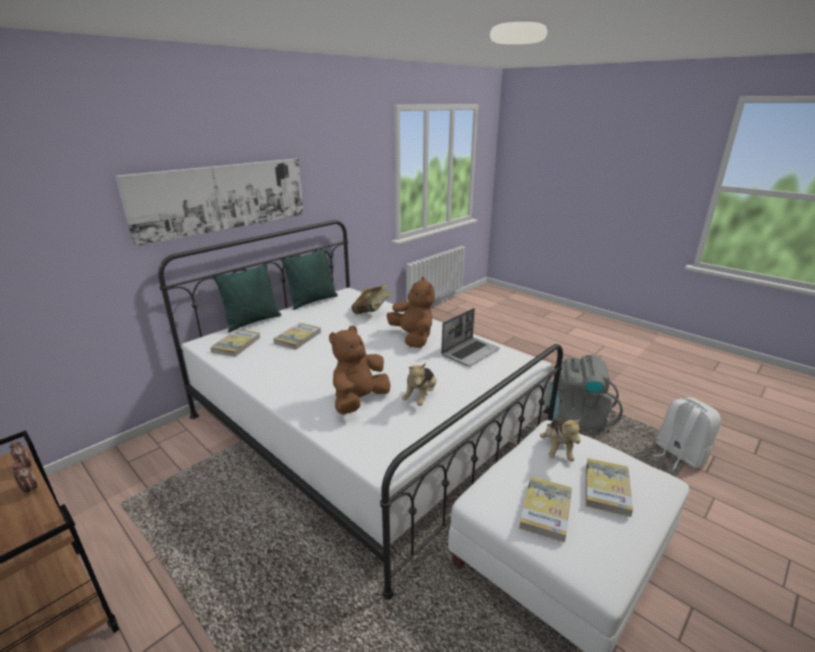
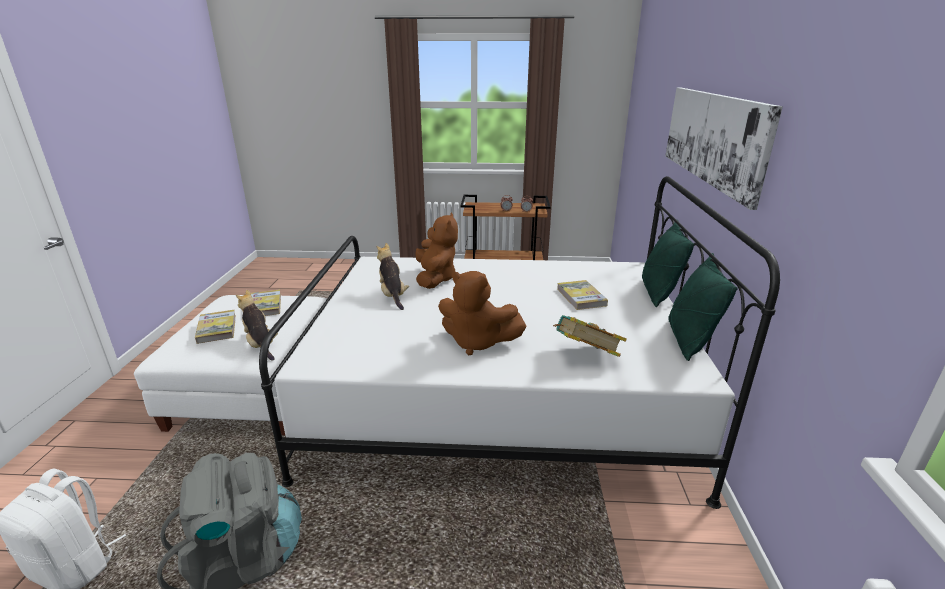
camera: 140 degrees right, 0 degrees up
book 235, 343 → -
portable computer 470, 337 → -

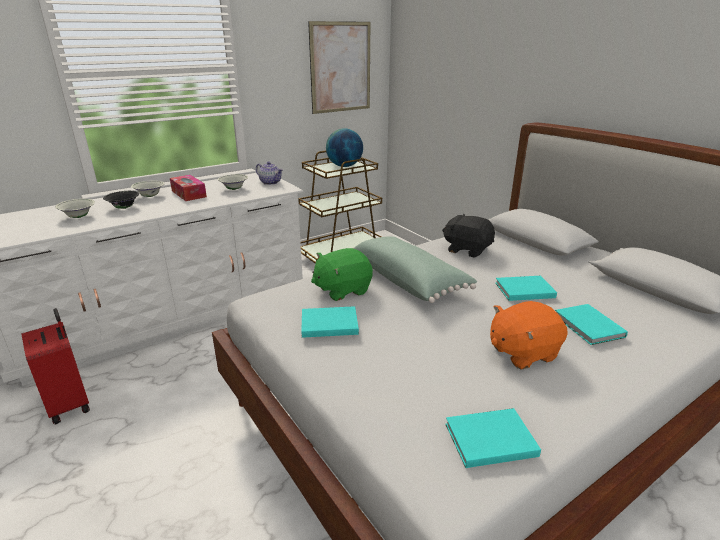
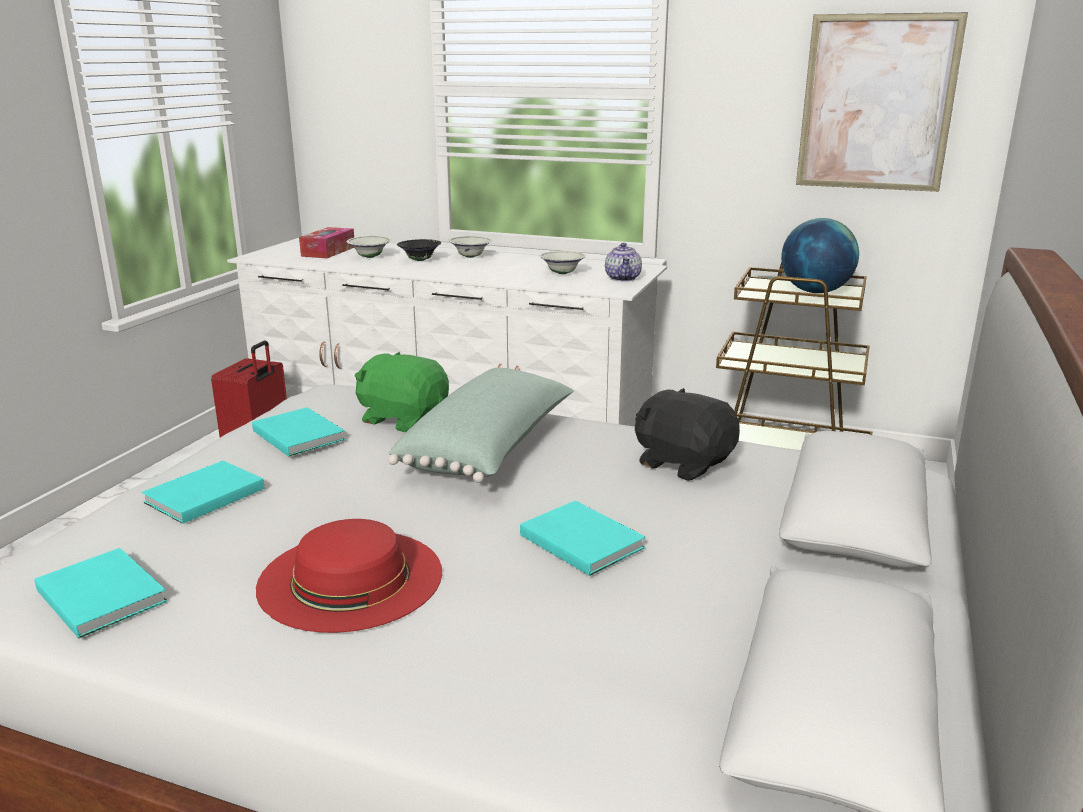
camera: 55 degrees right, 5 degrees down
book in turquoise-coloured 591, 324 → book in turquoise-coloured 203, 492, relocated
soft toy in orange-coloured 529, 335 → hat in reddish 349, 576
tissue holder 188, 188 → tissue holder 326, 242, relocated
soft toy in black-coloured 468, 236 → soft toy in black-coloured 687, 434, 45 degrees counterclockwise

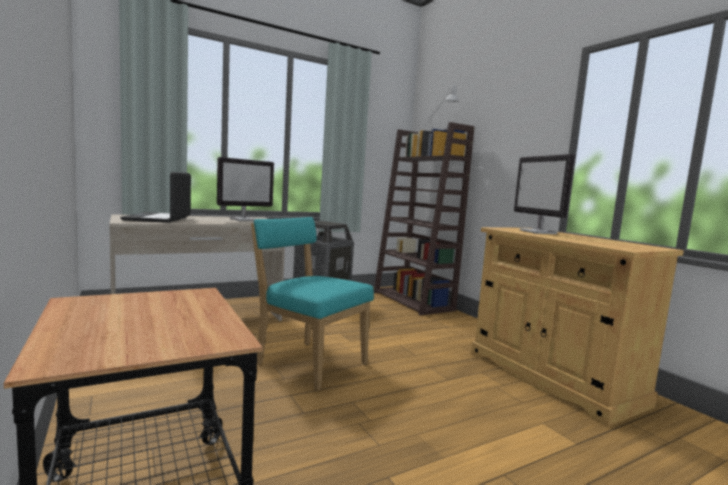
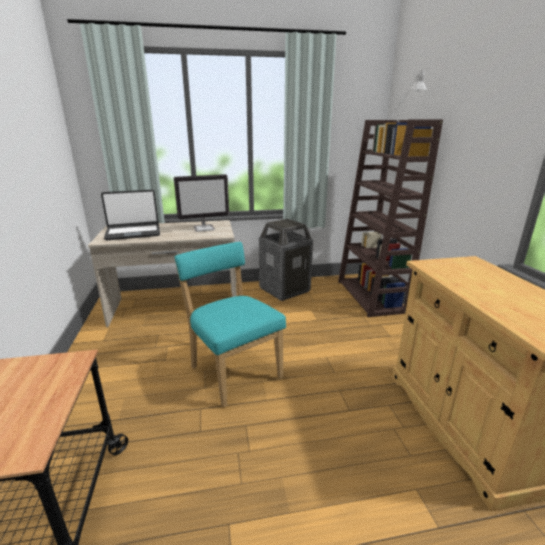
camera: 20 degrees right, 15 degrees up
portable computer 155, 197 → portable computer 130, 215, 120 degrees counterclockwise
computer screen 544, 194 → -

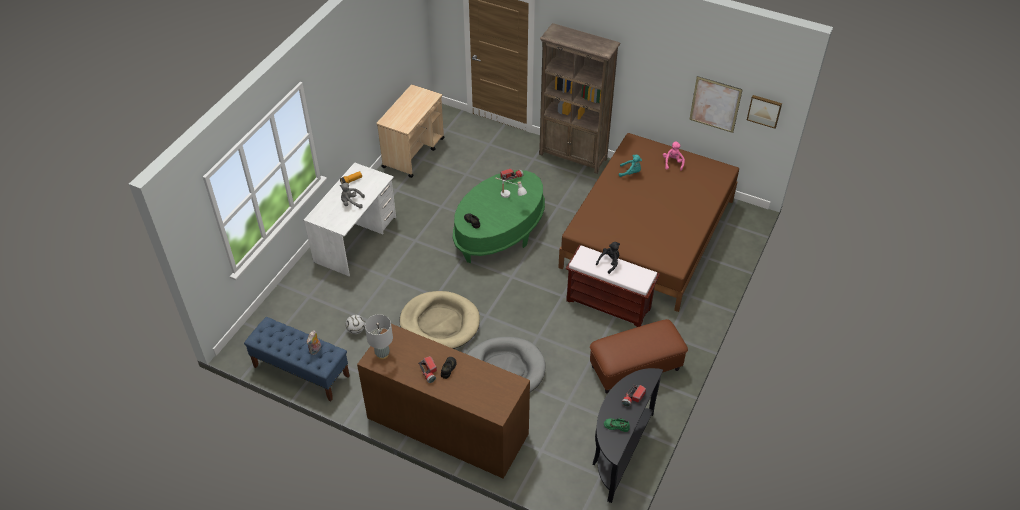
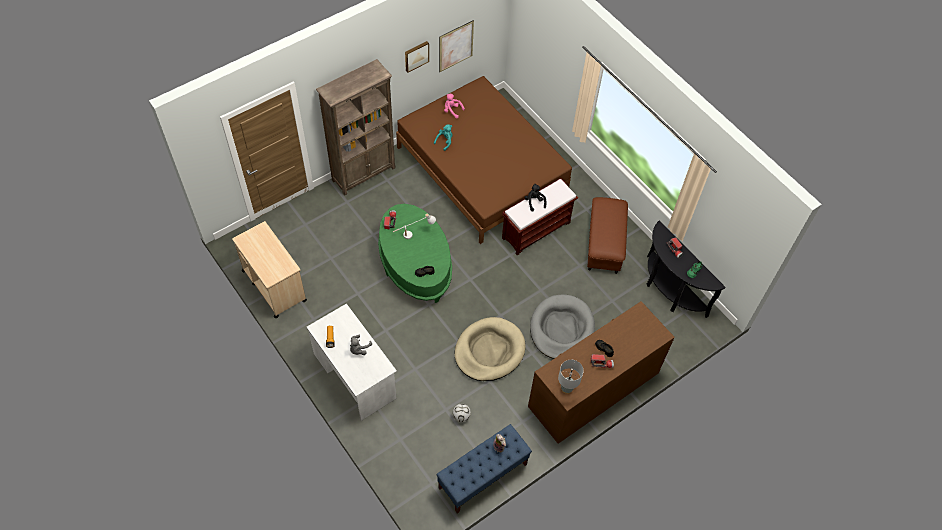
camera: 65 degrees left, 10 degrees up
wall art 764, 112 → wall art 417, 57, relocated

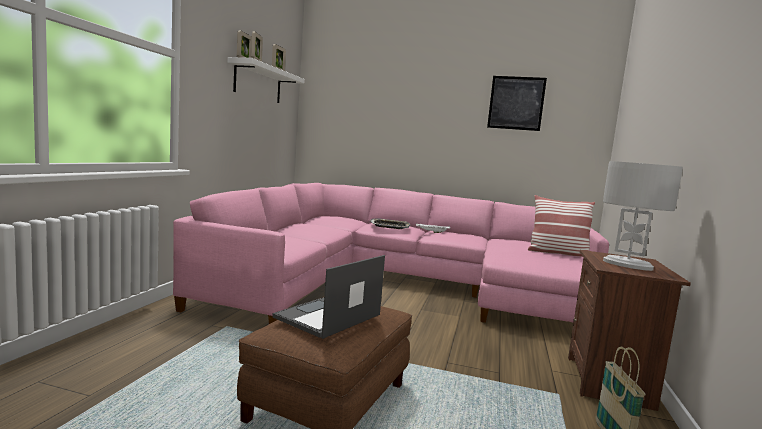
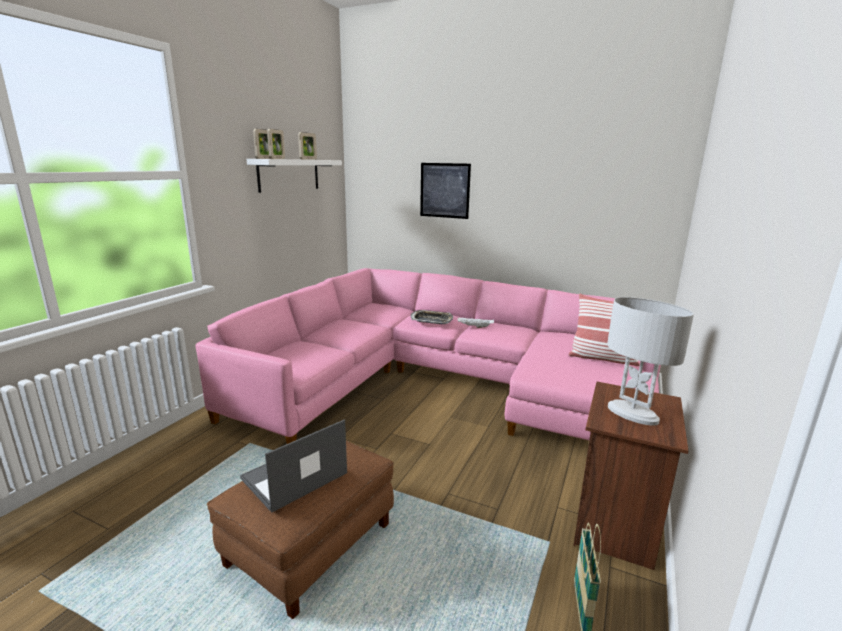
camera: 10 degrees right, 10 degrees up
wall art 517, 103 → wall art 445, 191, relocated

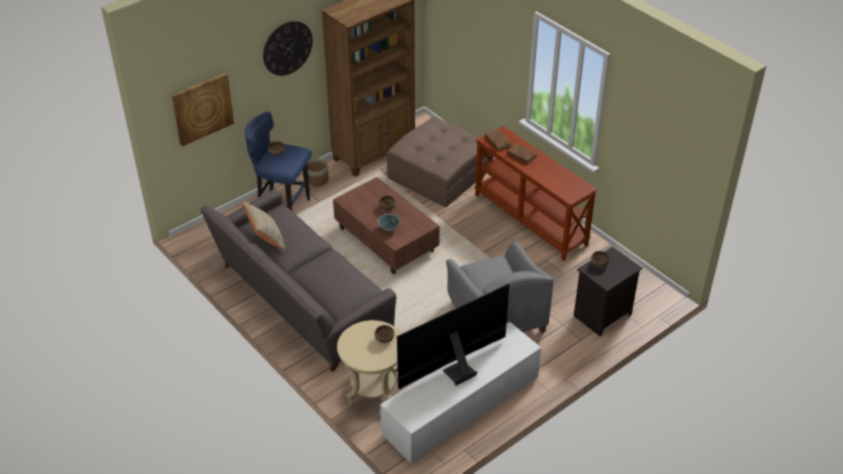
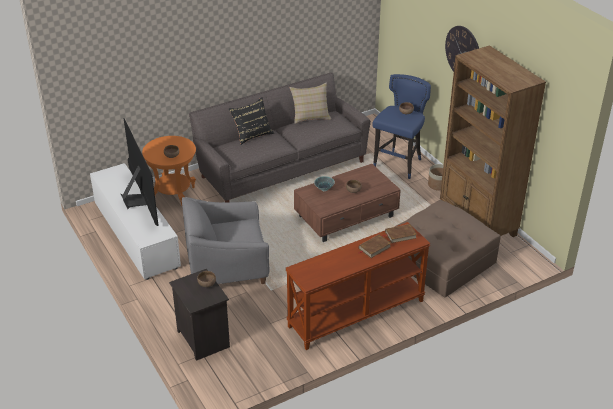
camera: 100 degrees right, 5 degrees down
accent table in beige-coloured 369, 363 → accent table in orange-coloured 169, 171
- → cushion in black-coloured 251, 121
wall art 203, 110 → -

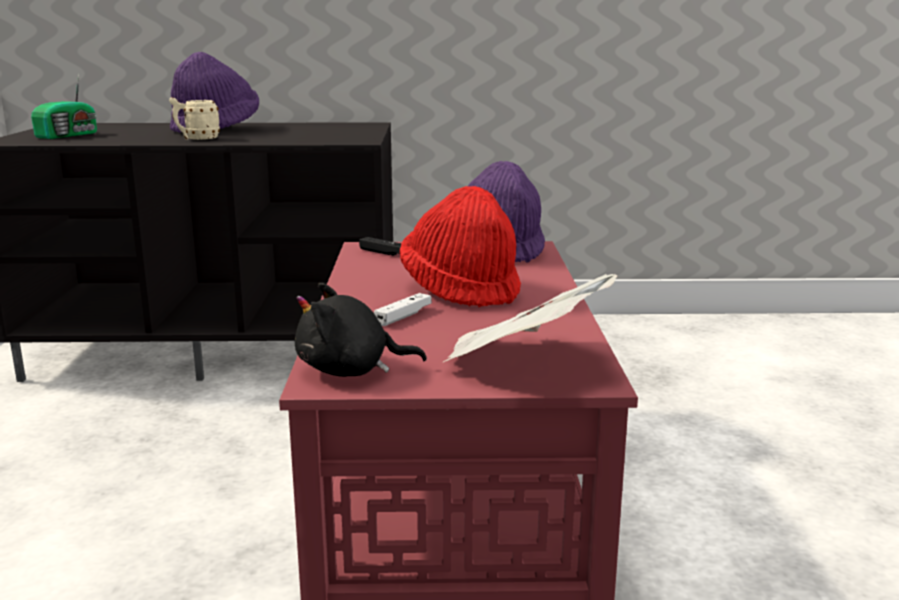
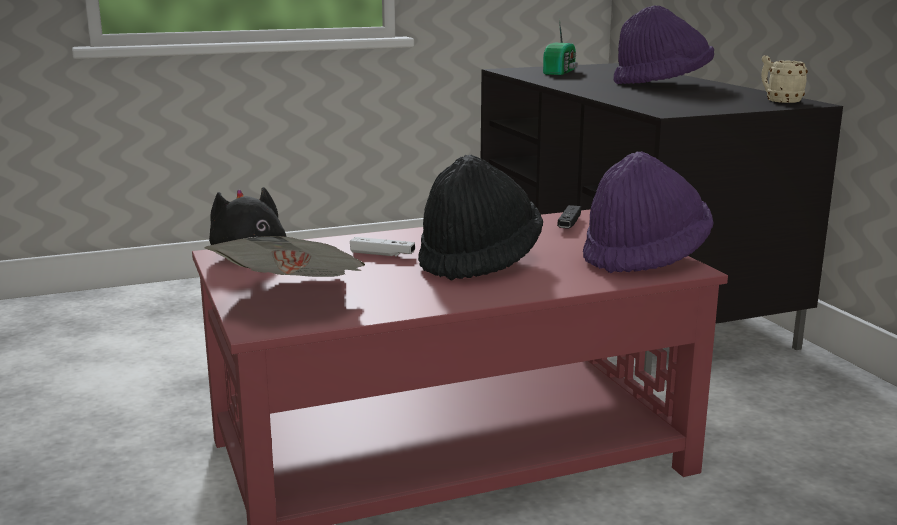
camera: 70 degrees right, 0 degrees up
hat in reddish 460, 246 → hat in black-coloured 480, 218
radio 64, 106 → radio 560, 46, 75 degrees counterclockwise
coffee mug in beige-coloured 194, 118 → coffee mug in beige-coloured 784, 79, relocated

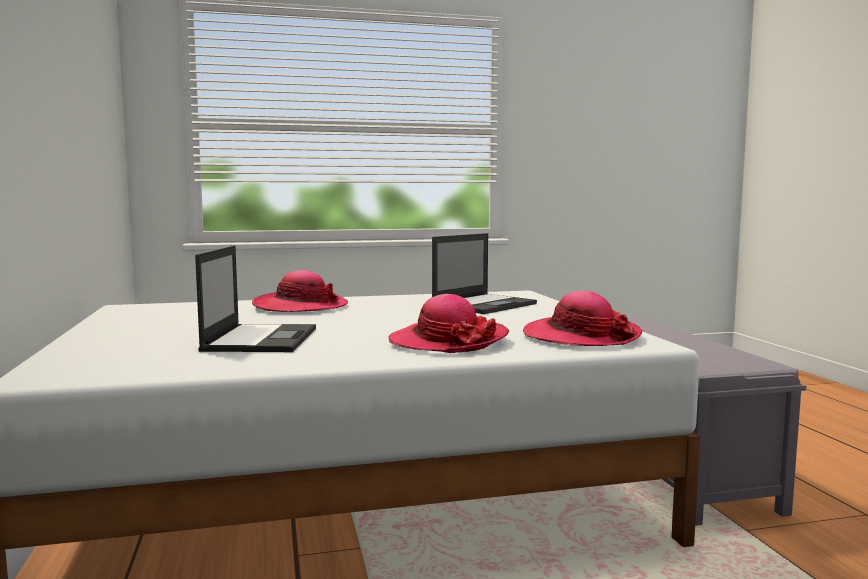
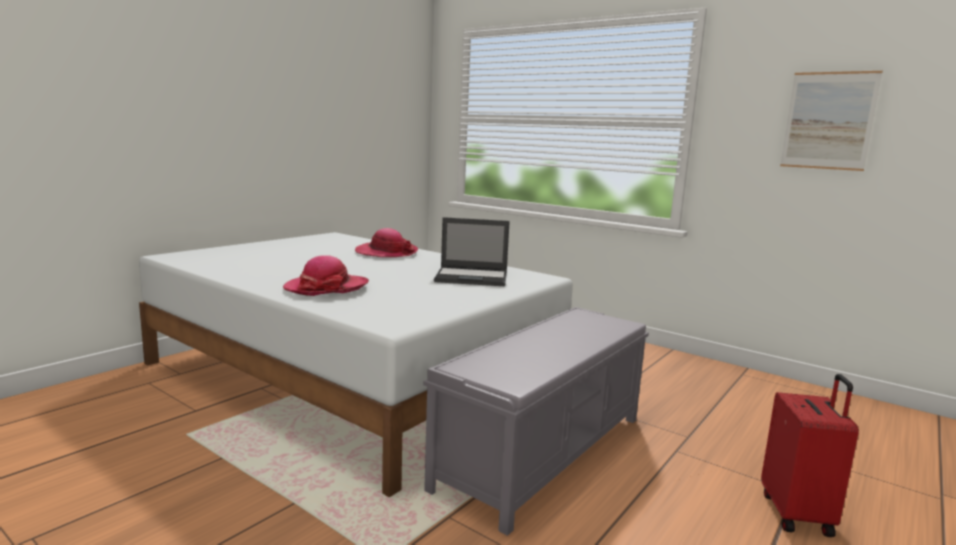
camera: 50 degrees right, 5 degrees up
- → suitcase in reddish 810, 455
- → wall art 831, 121
portable computer 255, 299 → -
hat 582, 318 → -

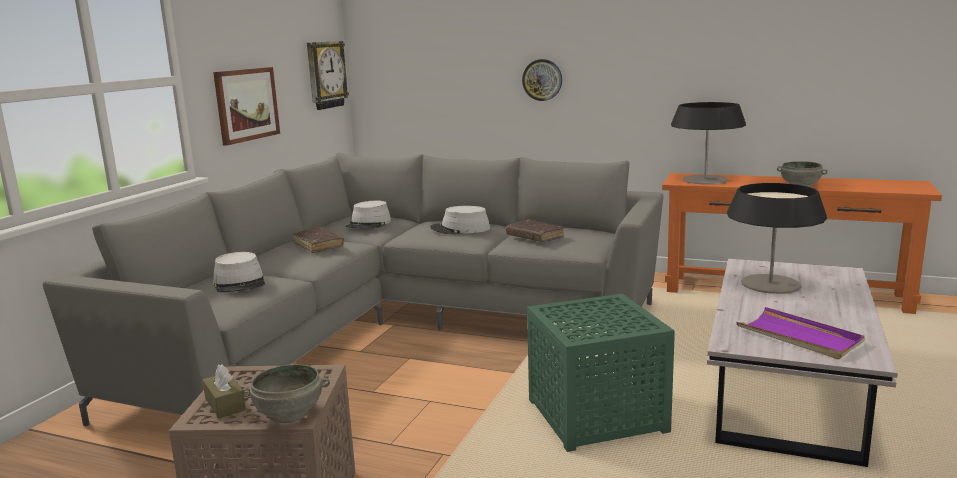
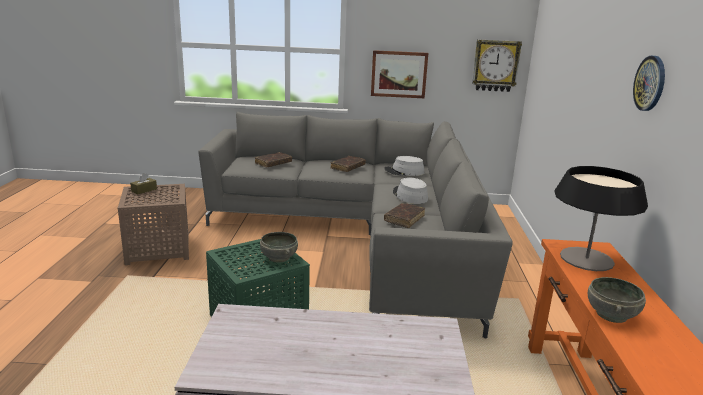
camera: 70 degrees right, 5 degrees up
hat in gray 239, 272 → book in brownish 273, 159
serving bowl in gray 286, 393 → serving bowl in gray 279, 247, relocated
hanging clock 542, 80 → hanging clock 649, 83, relocated
lamp for a table 777, 238 → -
carrying tray in purple-coloured 800, 333 → -

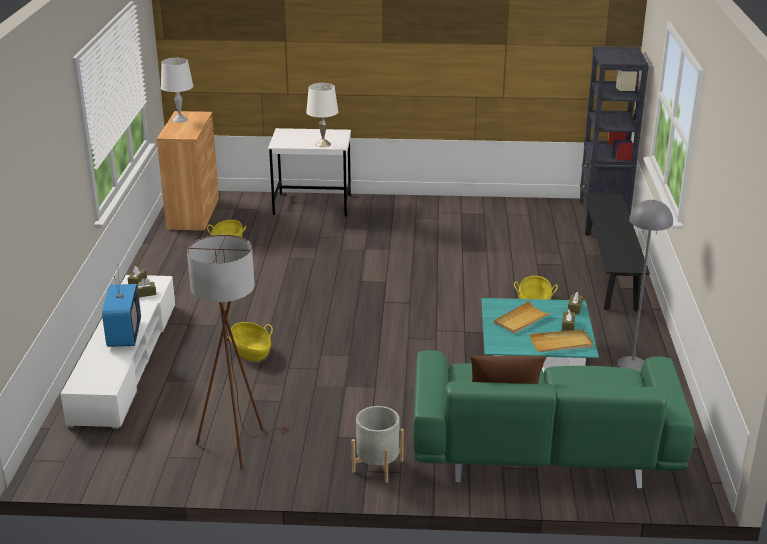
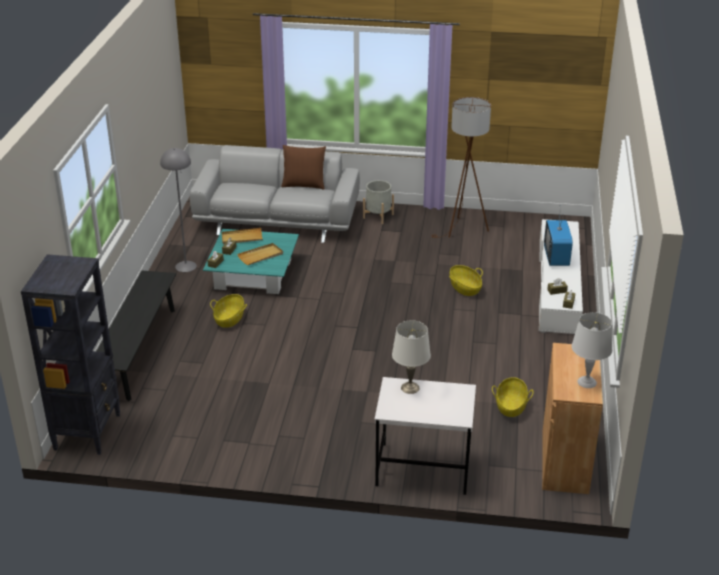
camera: 175 degrees left, 5 degrees up
sofa in green-coloured 554, 419 → sofa in gray 275, 194

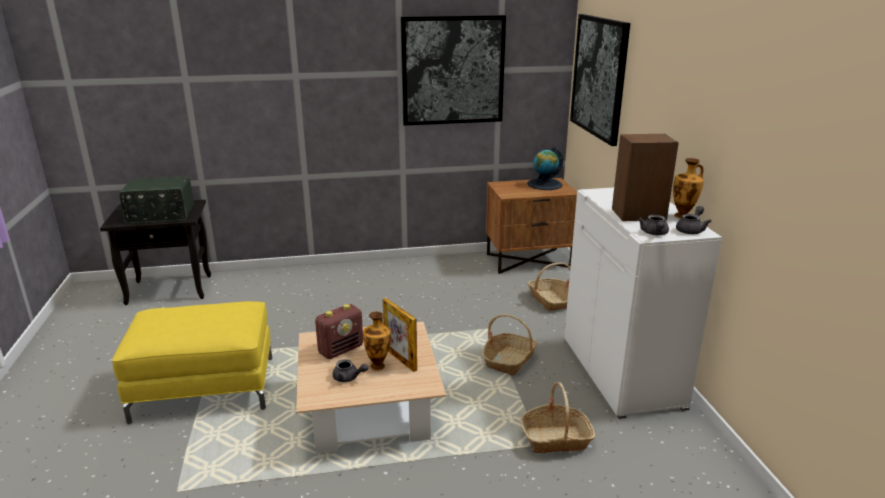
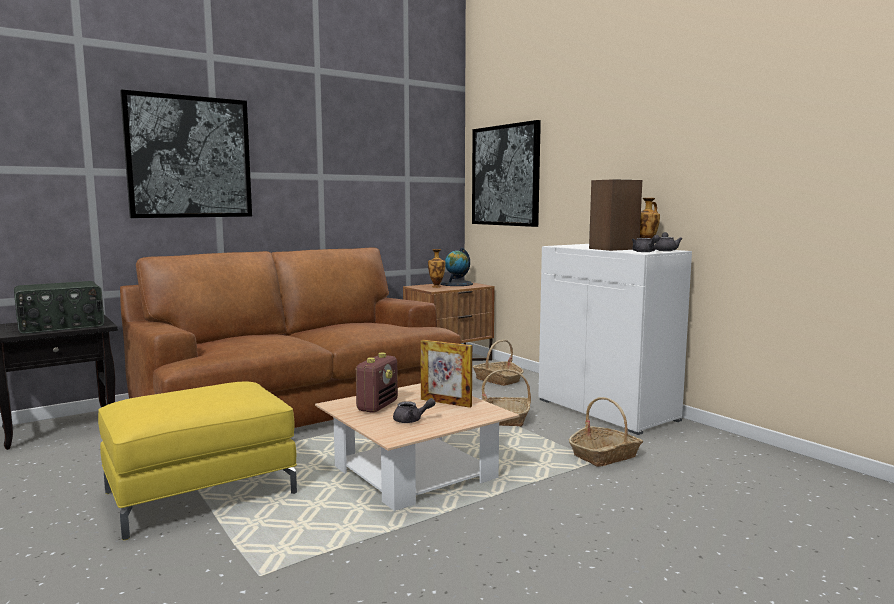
camera: 25 degrees left, 15 degrees down
wall art 453, 70 → wall art 186, 153, relocated
- → sofa in brownish 290, 338
vase 377, 341 → vase 436, 268, relocated

